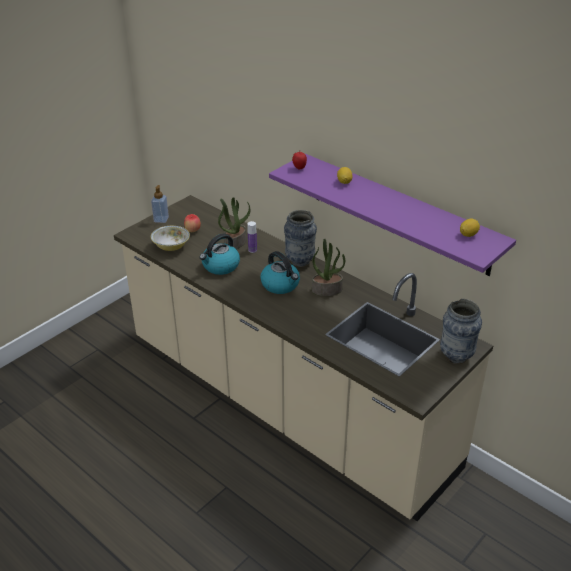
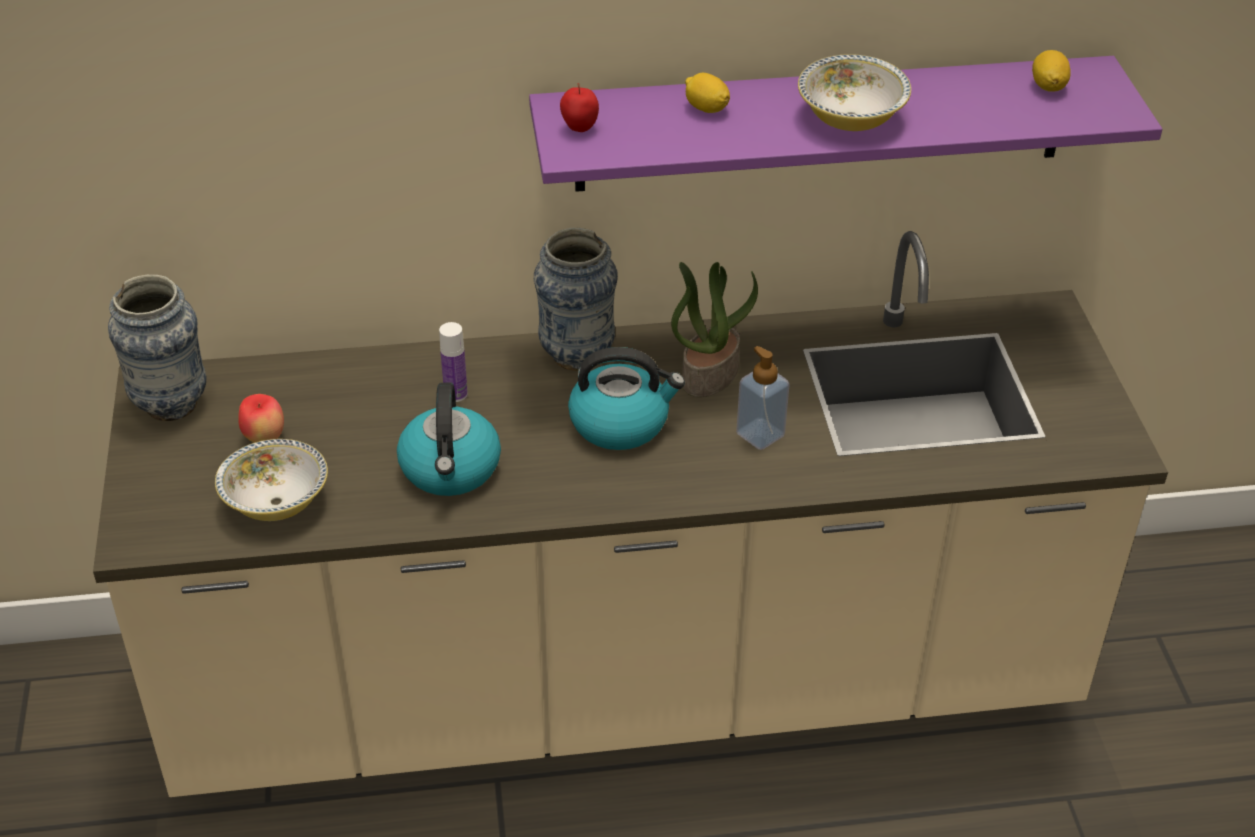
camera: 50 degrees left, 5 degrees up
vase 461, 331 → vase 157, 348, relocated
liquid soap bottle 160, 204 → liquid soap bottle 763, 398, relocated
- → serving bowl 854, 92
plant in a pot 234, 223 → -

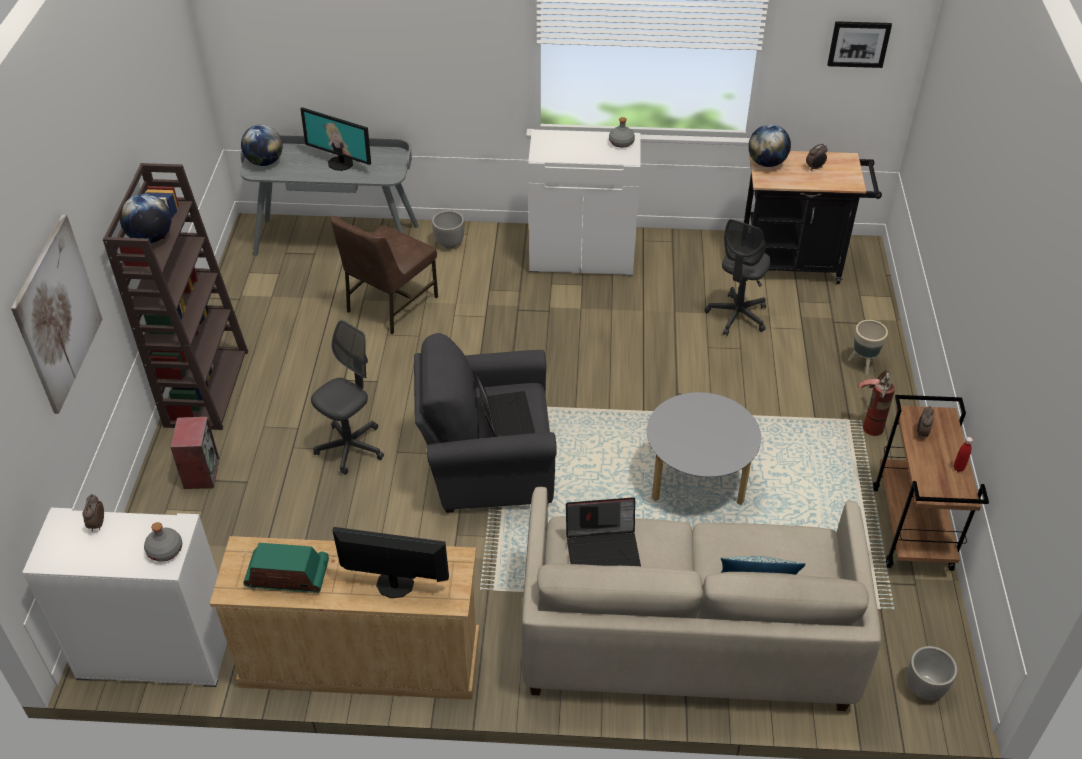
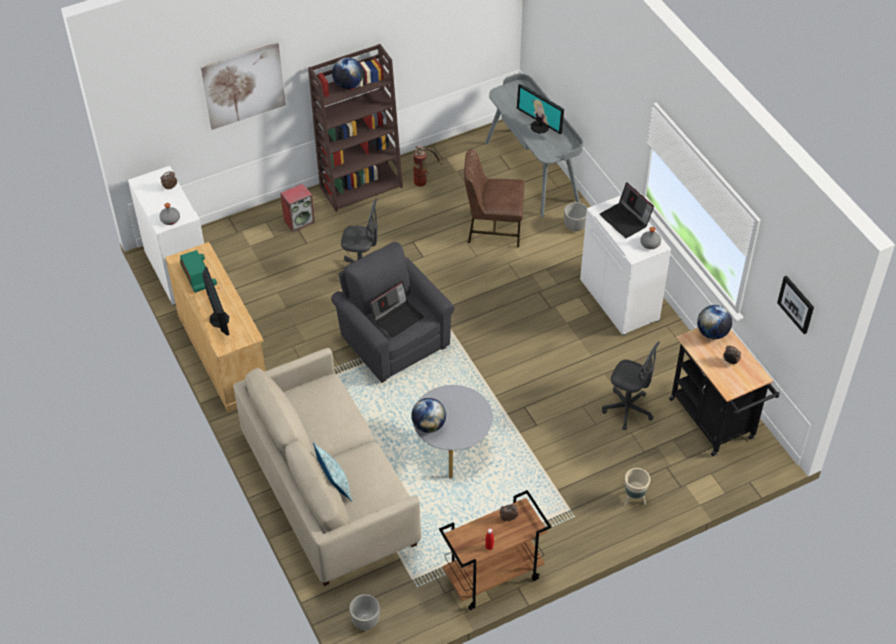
camera: 60 degrees right, 5 degrees up
globe 262, 145 → globe 428, 415, relocated
fire extinguisher 876, 403 → fire extinguisher 427, 166, relocated
computer screen 335, 139 → computer screen 540, 109, 45 degrees counterclockwise
portable computer 603, 531 → portable computer 626, 210, relocated
desk chair in gray 737, 277 → desk chair in gray 631, 385, 150 degrees counterclockwise

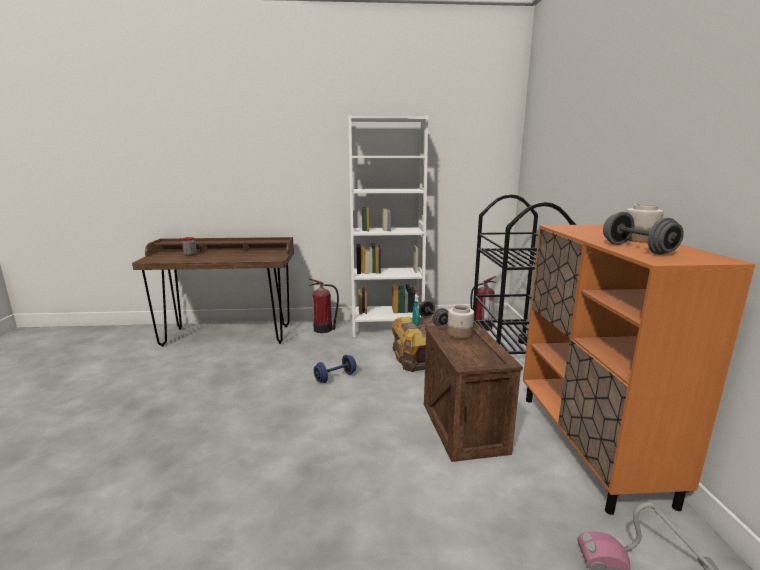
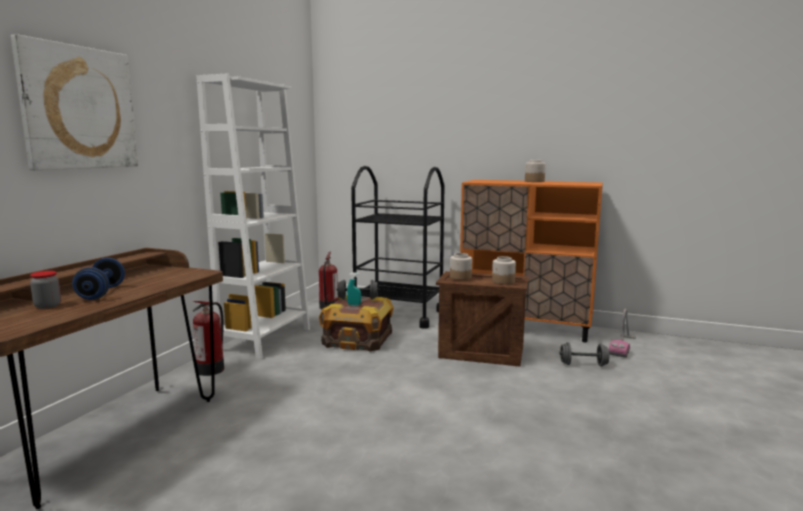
camera: 65 degrees left, 5 degrees down
- → wall art 74, 102
hand weight in blue-coloured 335, 369 → hand weight in blue-coloured 98, 279, relocated
- → preserve jar 504, 270
hand weight in gray 643, 233 → hand weight in gray 584, 354, relocated

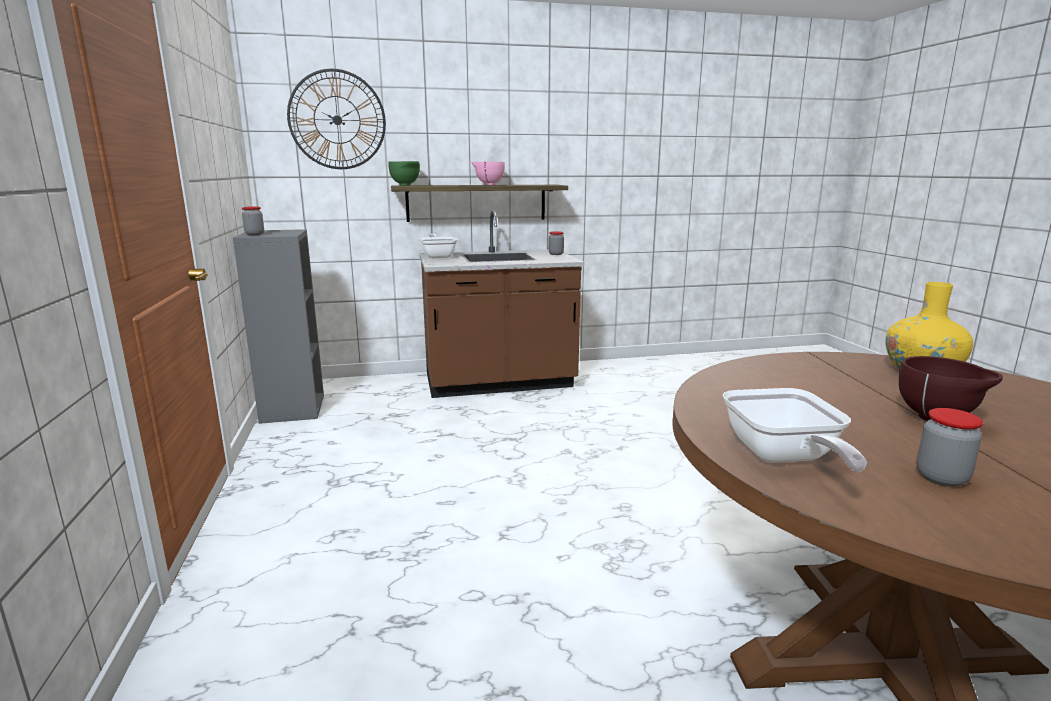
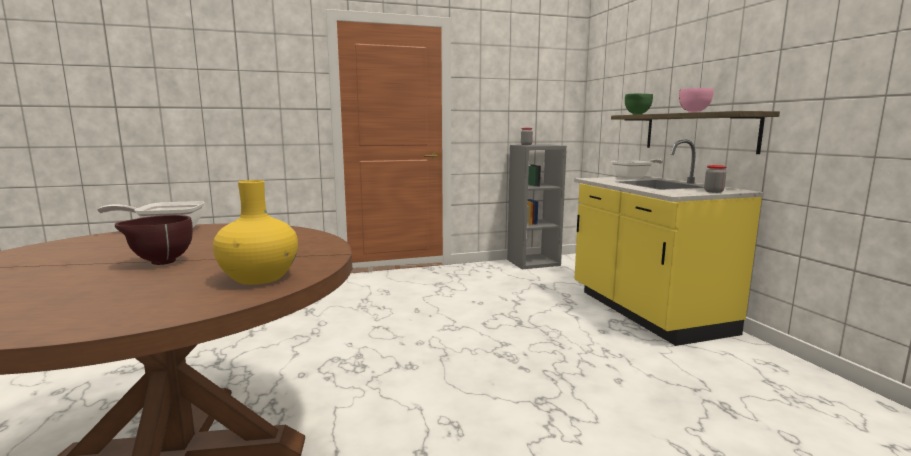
camera: 85 degrees right, 5 degrees down
kitchen counter in brownish 501, 304 → kitchen counter in yellow-coloured 669, 243
hanging clock 336, 119 → -
preserve jar 949, 447 → -

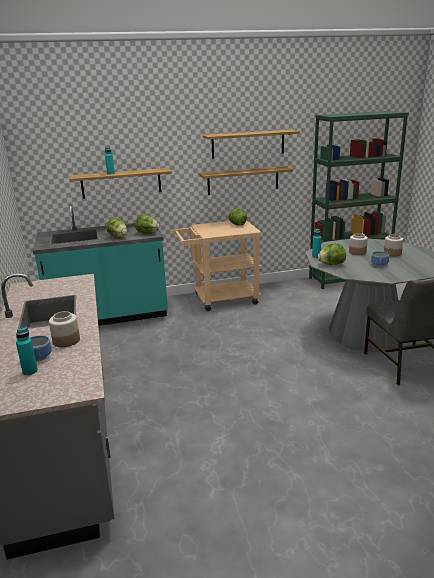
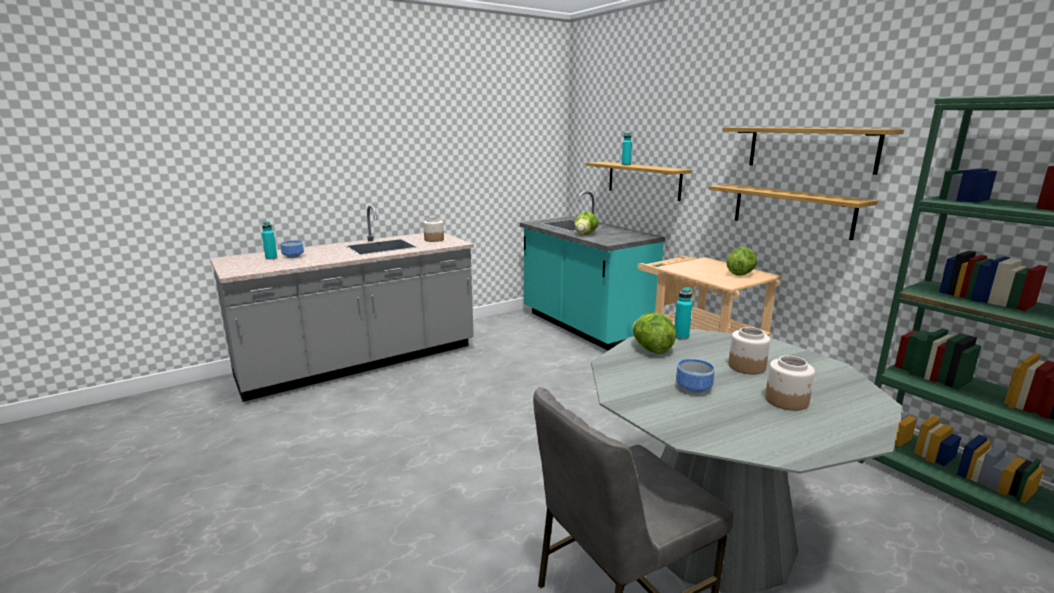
camera: 70 degrees right, 5 degrees down
preserve jar 64, 329 → preserve jar 433, 230, relocated
head of lettuce 147, 224 → -

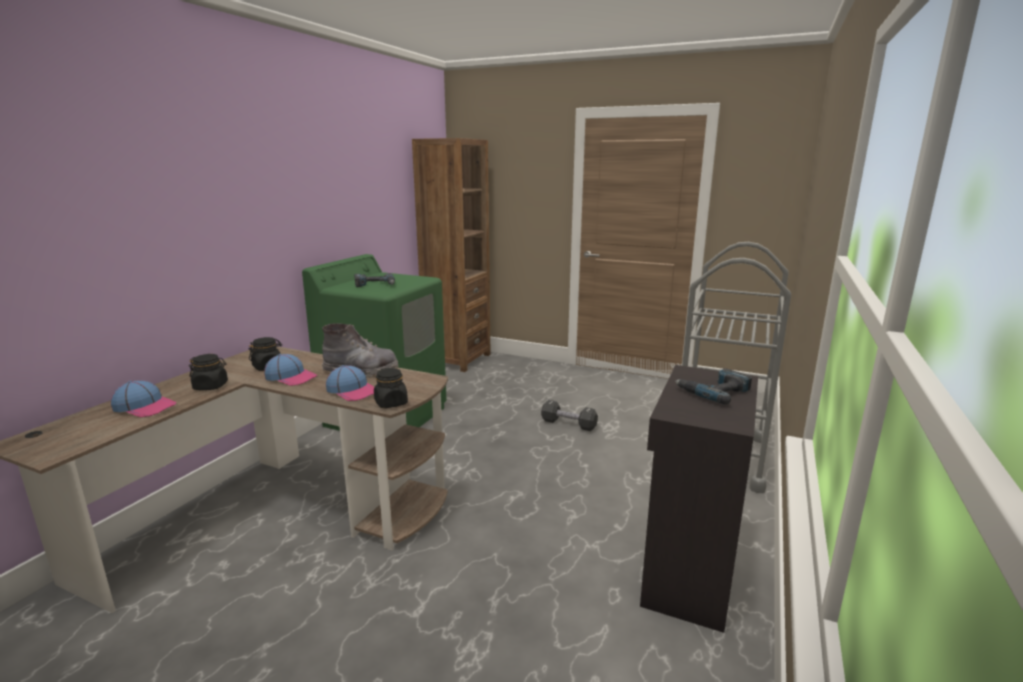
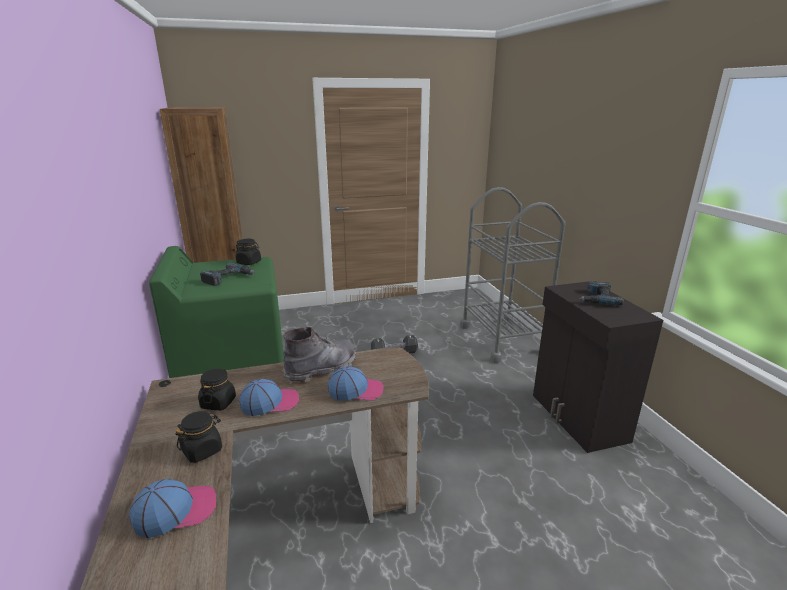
camera: 40 degrees left, 5 degrees up
preserve jar in black-coloured 391, 388 → preserve jar in black-coloured 248, 252, relocated

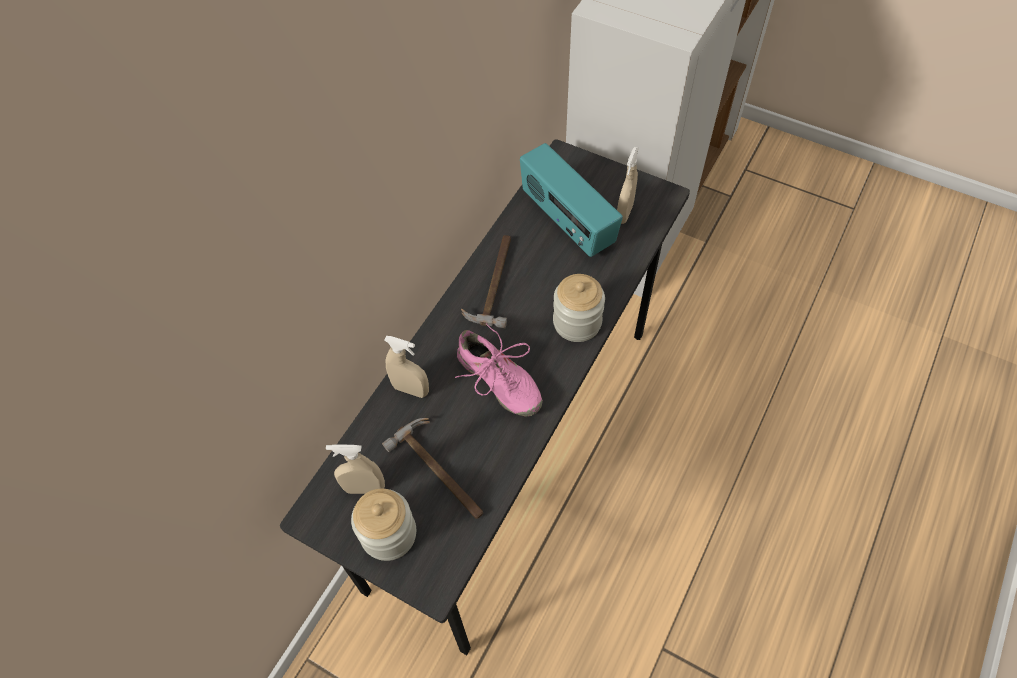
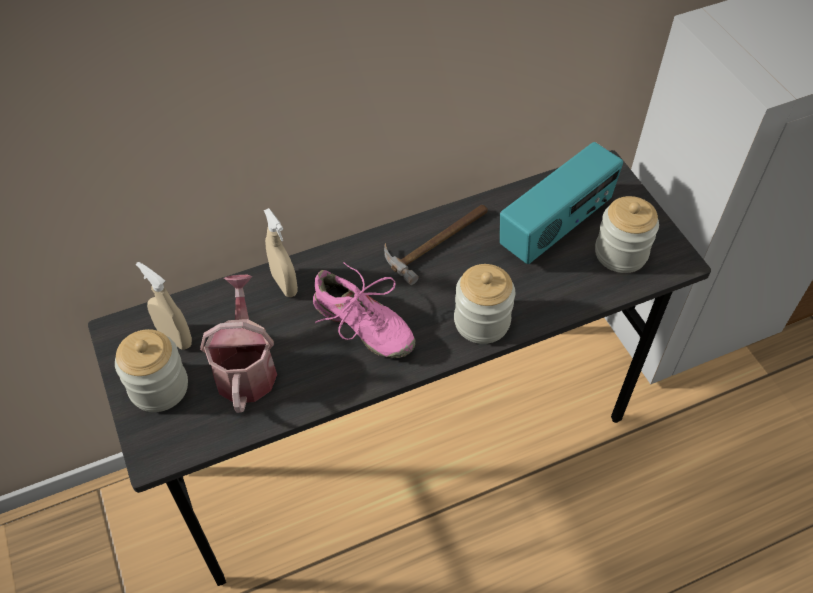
camera: 35 degrees right, 5 degrees down
hand hammer 432, 468 → watering can 238, 344
low shoe in pinkish 499, 370 → low shoe in pinkish 364, 310, 45 degrees counterclockwise
radio 571, 200 → radio 561, 203, 135 degrees counterclockwise
hand sprayer in beige-coloured 628, 185 → preserve jar 627, 234

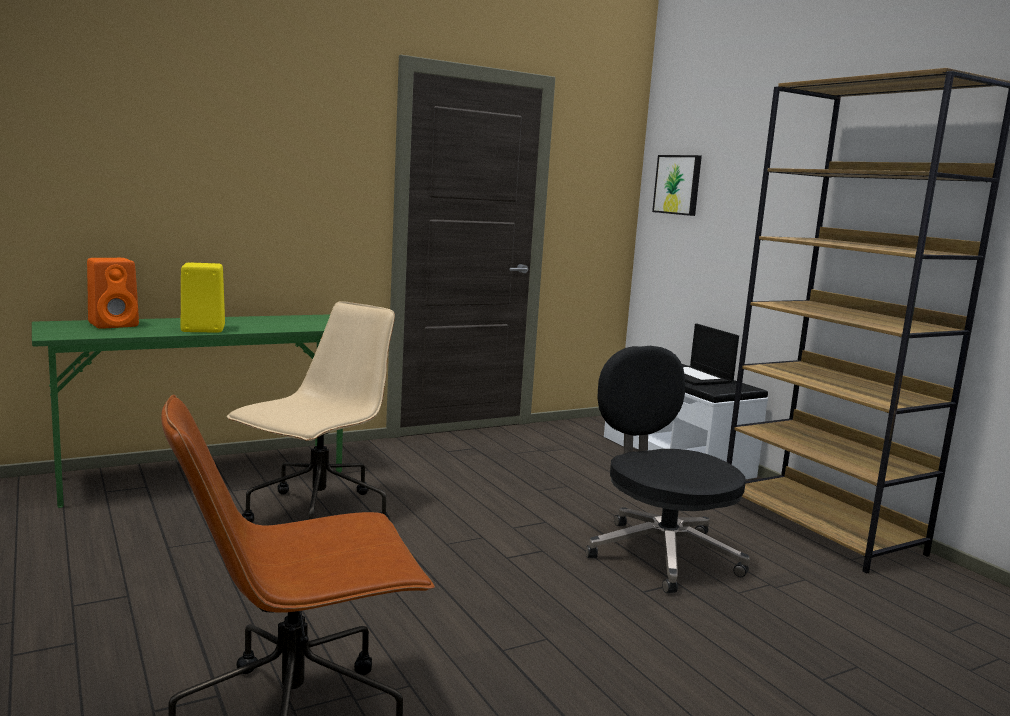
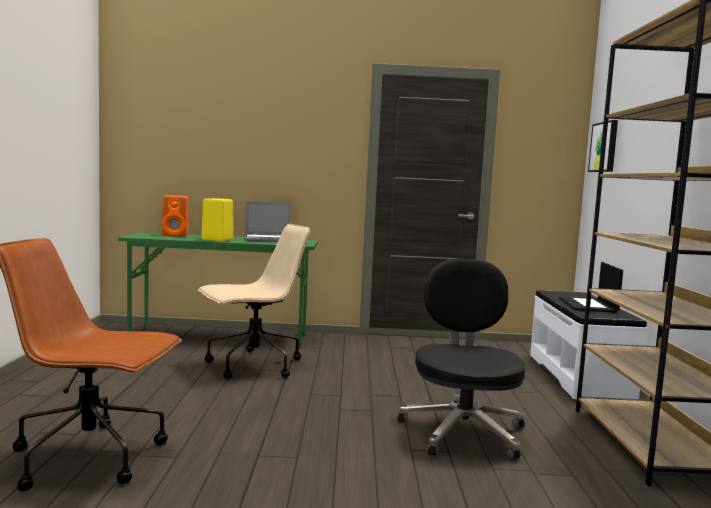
camera: 30 degrees right, 5 degrees down
- → portable computer 268, 221

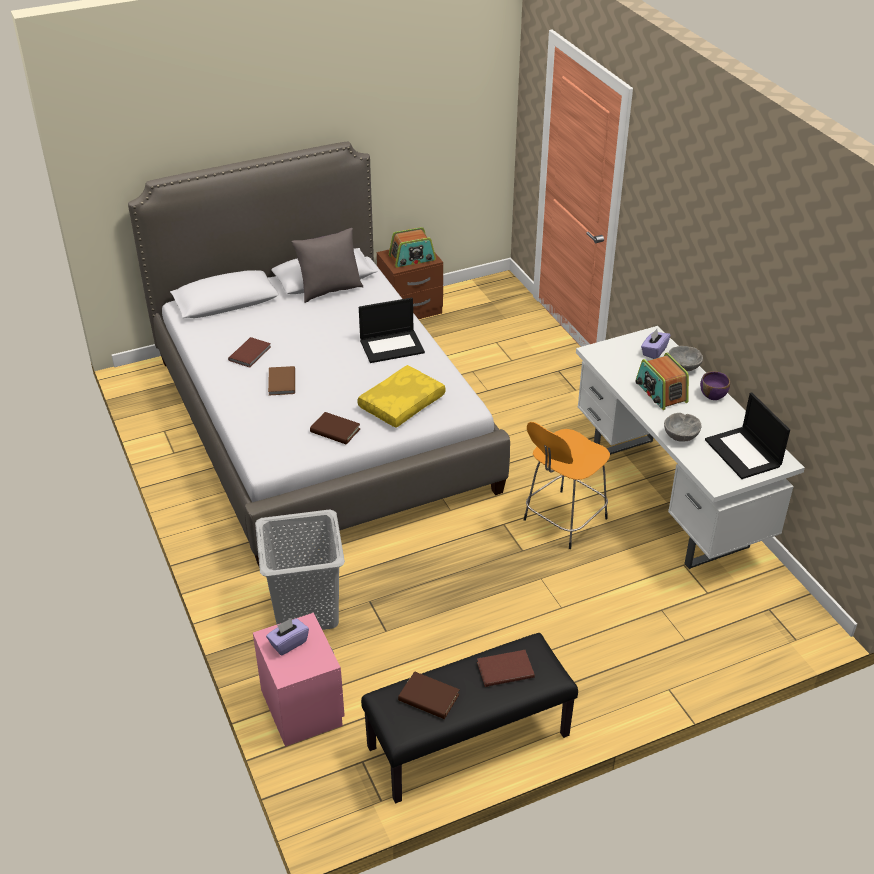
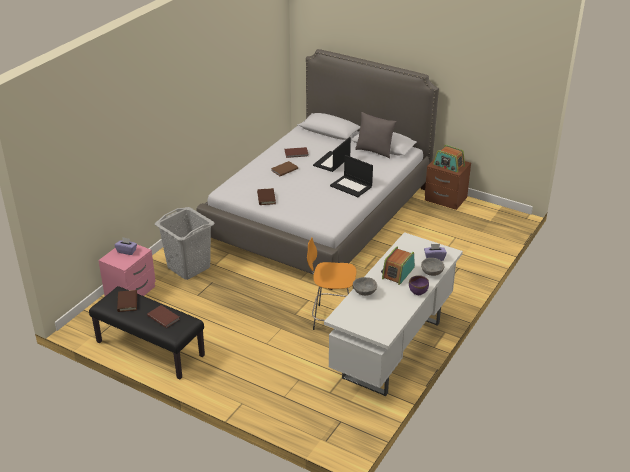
camera: 55 degrees right, 5 degrees down
portable computer 747, 435 → portable computer 332, 154, relocated
cushion in yellow-coloured 401, 396 → -

